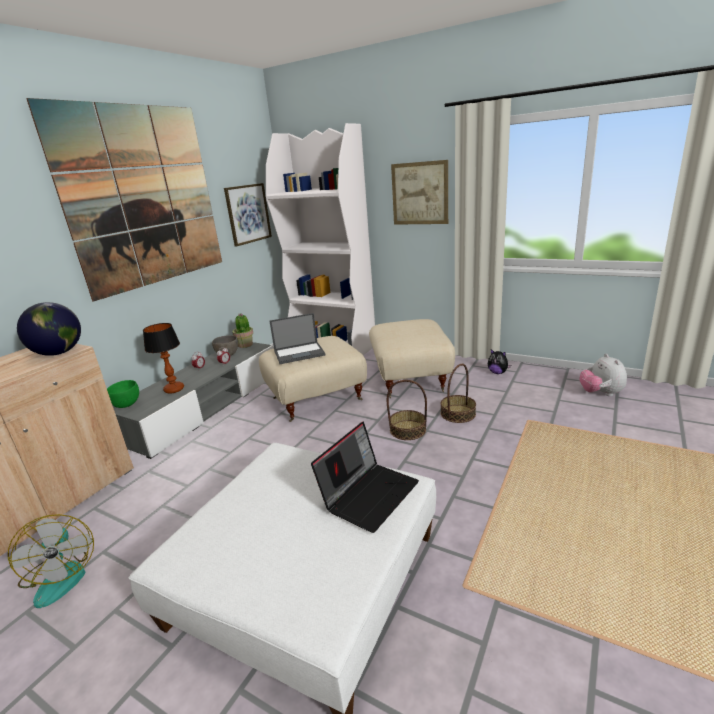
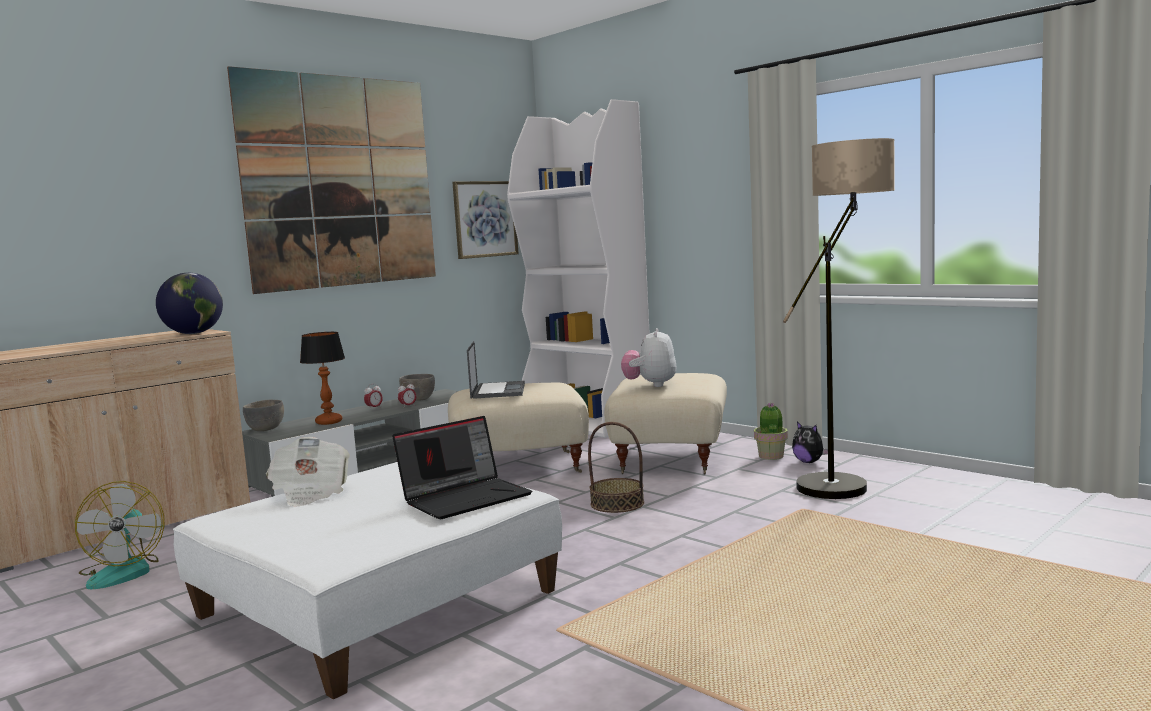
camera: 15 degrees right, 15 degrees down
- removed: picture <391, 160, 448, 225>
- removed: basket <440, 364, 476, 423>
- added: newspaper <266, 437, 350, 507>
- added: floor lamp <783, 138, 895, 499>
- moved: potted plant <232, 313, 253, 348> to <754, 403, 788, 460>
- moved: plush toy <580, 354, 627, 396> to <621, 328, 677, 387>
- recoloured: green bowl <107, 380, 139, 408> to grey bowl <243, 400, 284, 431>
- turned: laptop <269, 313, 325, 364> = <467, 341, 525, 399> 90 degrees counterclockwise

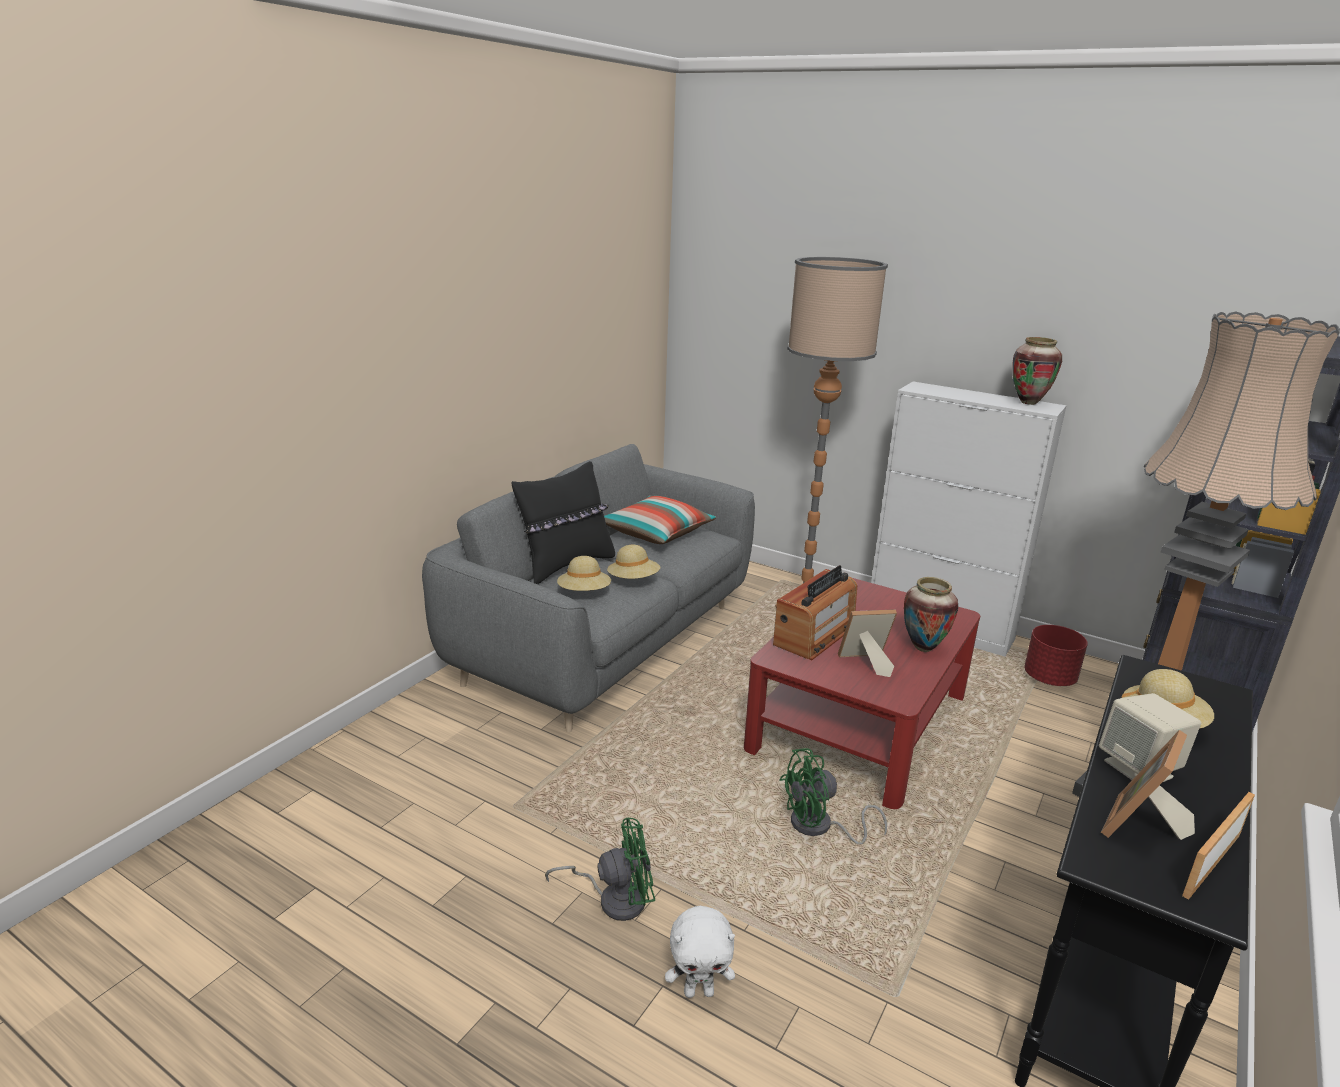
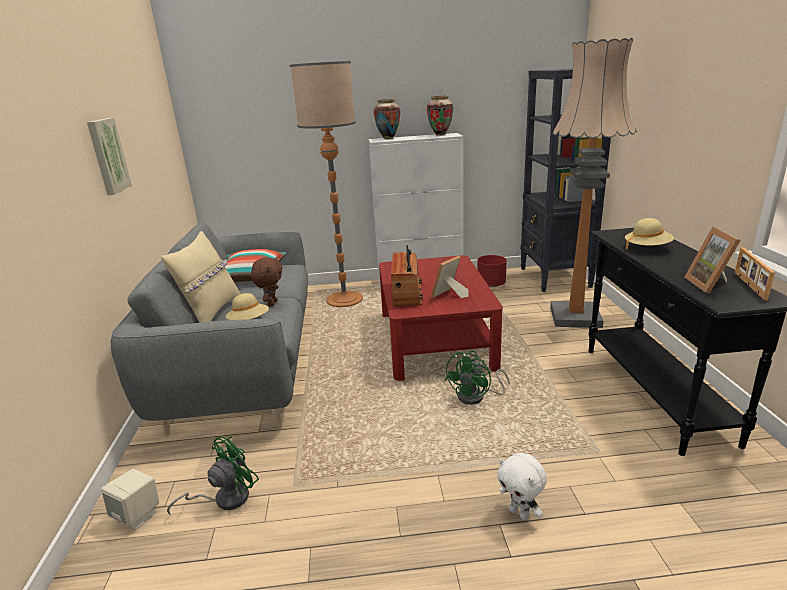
camera: 35 degrees left, 0 degrees up
- added: picture <87, 118, 132, 195>
- moved: green fan <545, 817, 655, 921> to <167, 436, 259, 515>
- moved: vase <904, 577, 958, 652> to <374, 99, 400, 139>
- moved: beige speaker <1099, 693, 1201, 782> to <101, 469, 159, 530>
- replaced: beige hat <607, 545, 661, 579> to brown plush toy <251, 256, 283, 307>
- recoloured: black pillow <511, 461, 615, 584> to beige pillow <161, 231, 240, 323>
- turned: white plush toy <665, 906, 735, 998> = <497, 453, 547, 521> 90 degrees clockwise

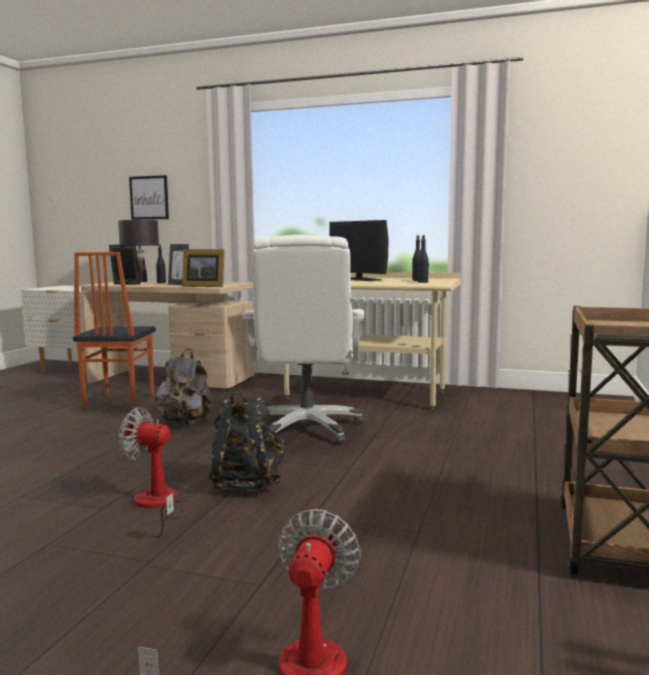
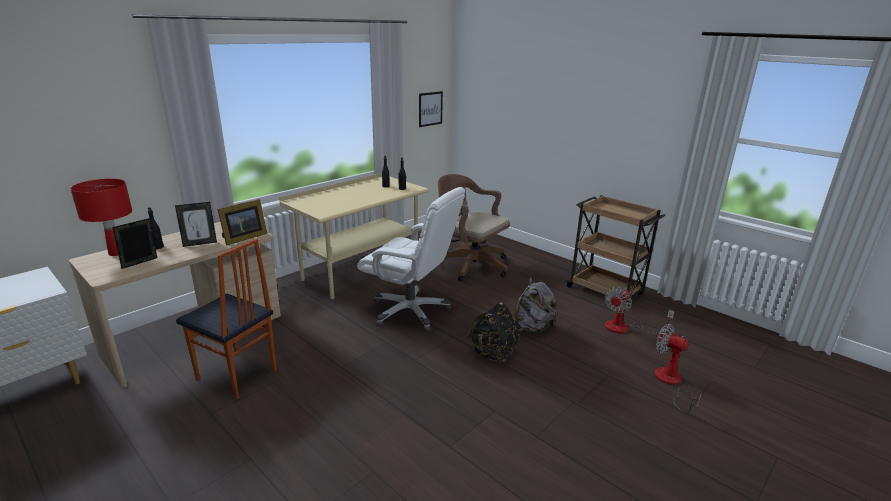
camera: 65 degrees left, 15 degrees up
- removed: monitor <330, 220, 388, 281>
- added: brown office chair <438, 174, 510, 281>
- moved: fan <118, 407, 185, 538> to <605, 287, 675, 334>
- moved: picture <129, 175, 169, 220> to <419, 91, 443, 127>
- moved: grey backpack <156, 349, 213, 424> to <513, 277, 557, 334>
- recoloured: black table lamp <118, 220, 159, 282> to red table lamp <71, 179, 132, 256>

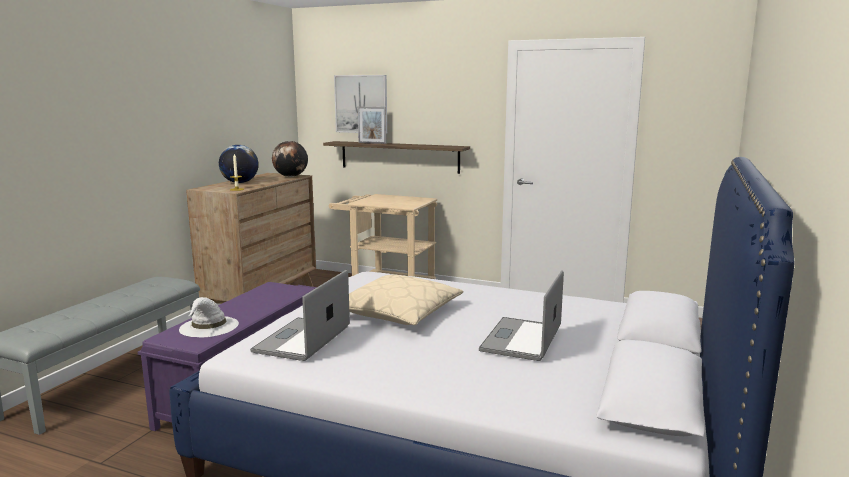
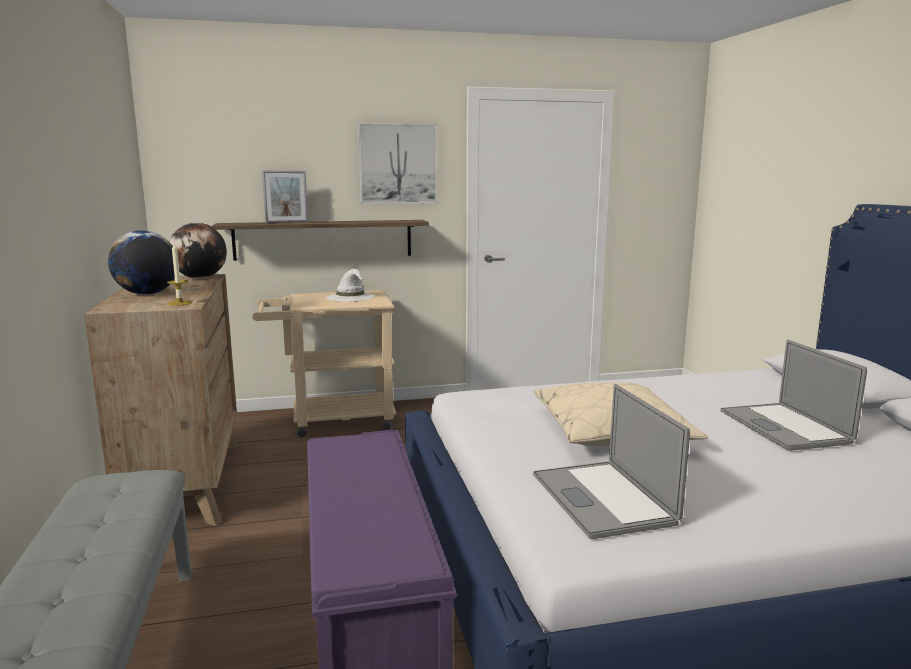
camera: 35 degrees left, 0 degrees up
- moved: white hat <179, 297, 239, 337> to <326, 269, 375, 302>
- moved: picture <334, 75, 387, 134> to <358, 123, 438, 204>

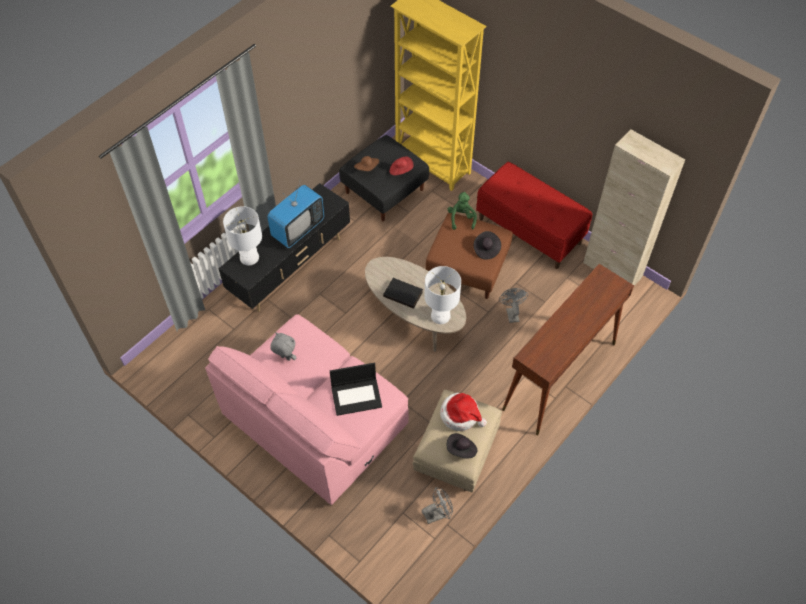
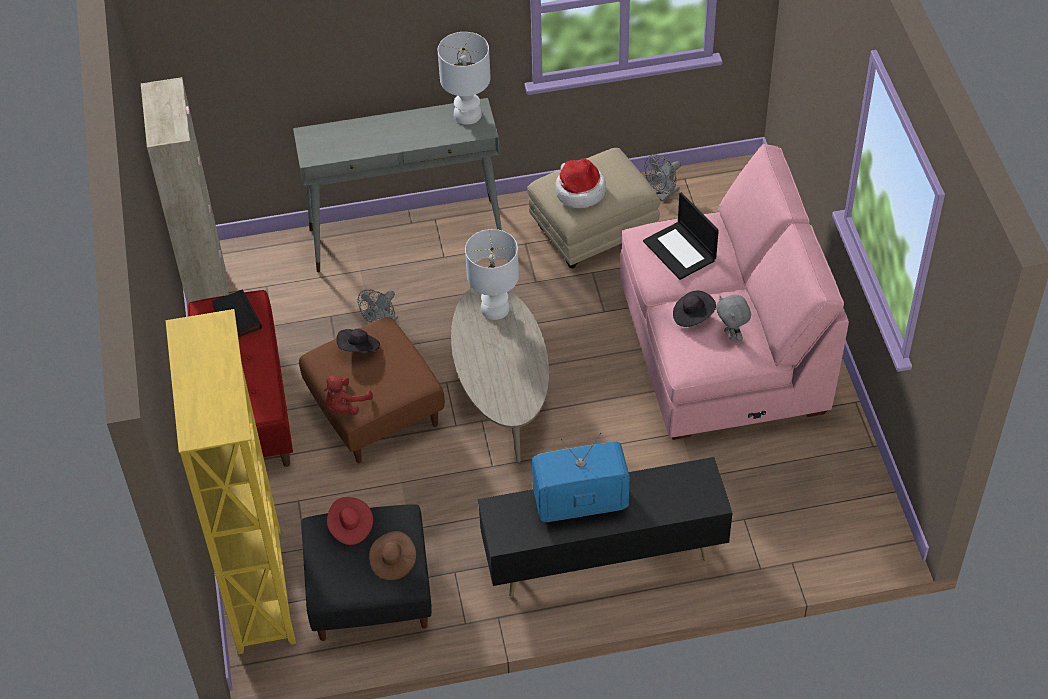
camera: 140 degrees left, 5 degrees down
- moved: white table lamp <223, 206, 262, 265> to <438, 32, 491, 125>
- moved: black book <383, 278, 423, 309> to <212, 290, 262, 337>
- moved: black hat <447, 433, 477, 459> to <673, 290, 716, 327>
- recoloured: green plush toy <447, 192, 477, 230> to red plush toy <324, 375, 373, 415>
- recoloured: brown console table <502, 264, 634, 435> to grey console table <293, 98, 502, 272>
- turned: laptop <330, 363, 382, 416> = <643, 193, 719, 280> 150 degrees counterclockwise
- turned: grey fan <422, 487, 453, 524> = <645, 154, 681, 202> 60 degrees counterclockwise

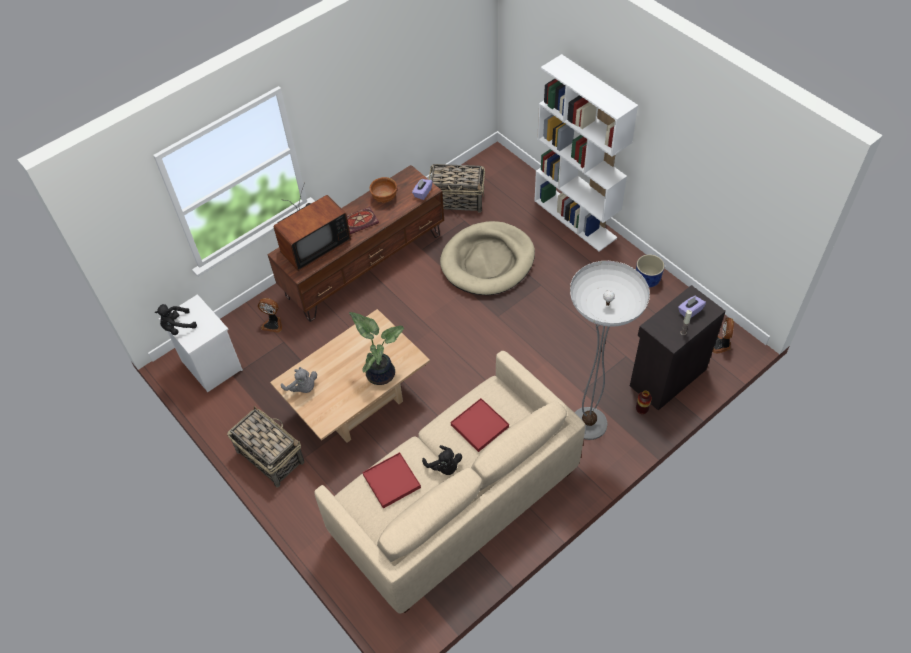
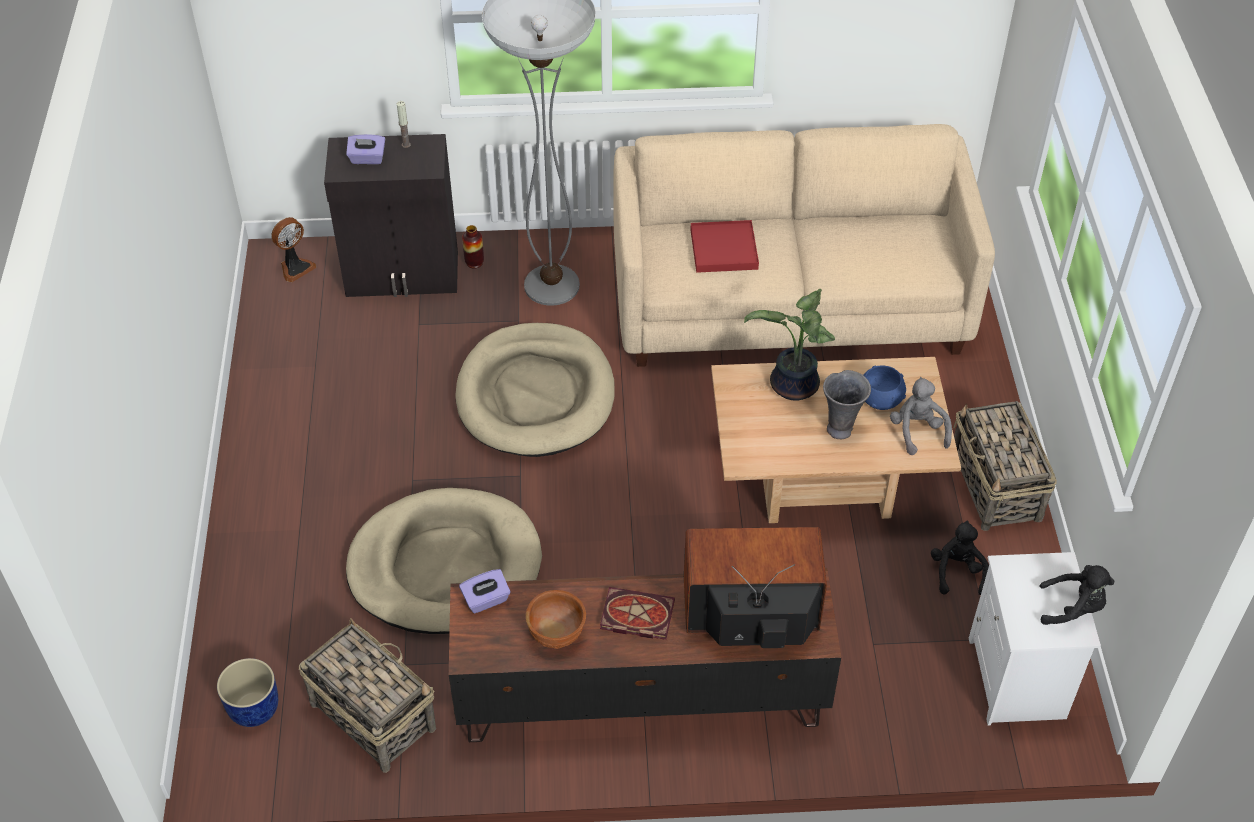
camera: 145 degrees left, 5 degrees down
- removed: fan <258, 298, 282, 333>
- removed: red tray <362, 452, 421, 508>
- removed: white bookcase <534, 54, 638, 252>
- added: beige dog bed <455, 323, 615, 457>
- added: grey vase <823, 370, 871, 439>
- added: blue bowl <864, 365, 906, 410>
- moved: black plush toy <422, 445, 462, 475> to <931, 521, 989, 595>
- moved: blue planter <636, 254, 665, 288> to <217, 658, 278, 727>

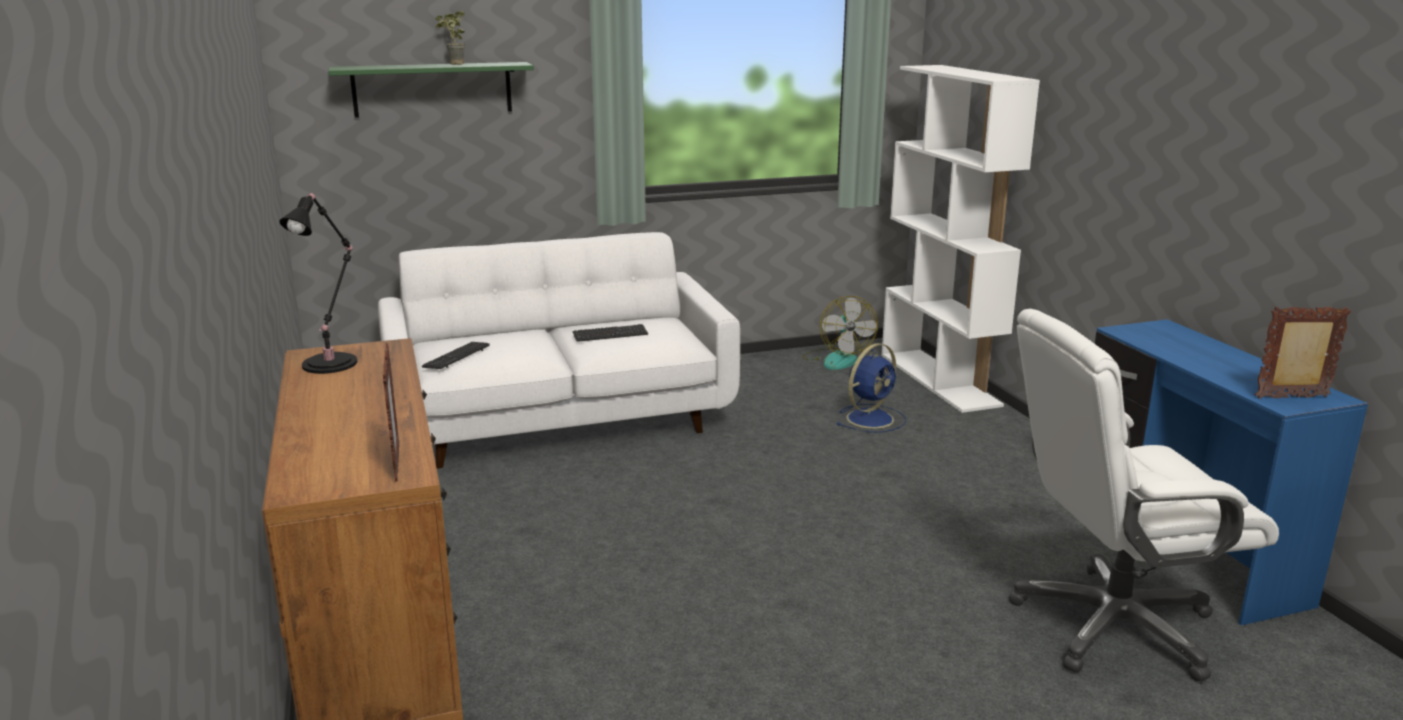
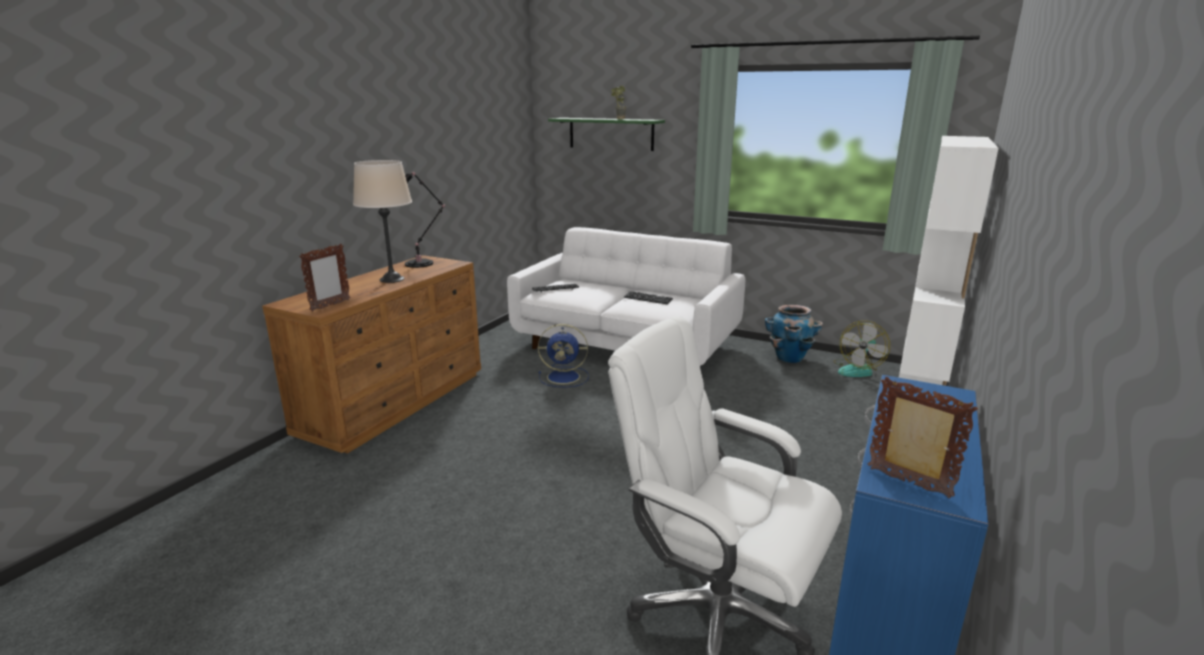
camera: 45 degrees right, 0 degrees up
- added: beige table lamp <353, 160, 412, 283>
- added: planter <765, 305, 823, 363>
- moved: blue fan <836, 343, 906, 433> to <538, 324, 589, 387>

